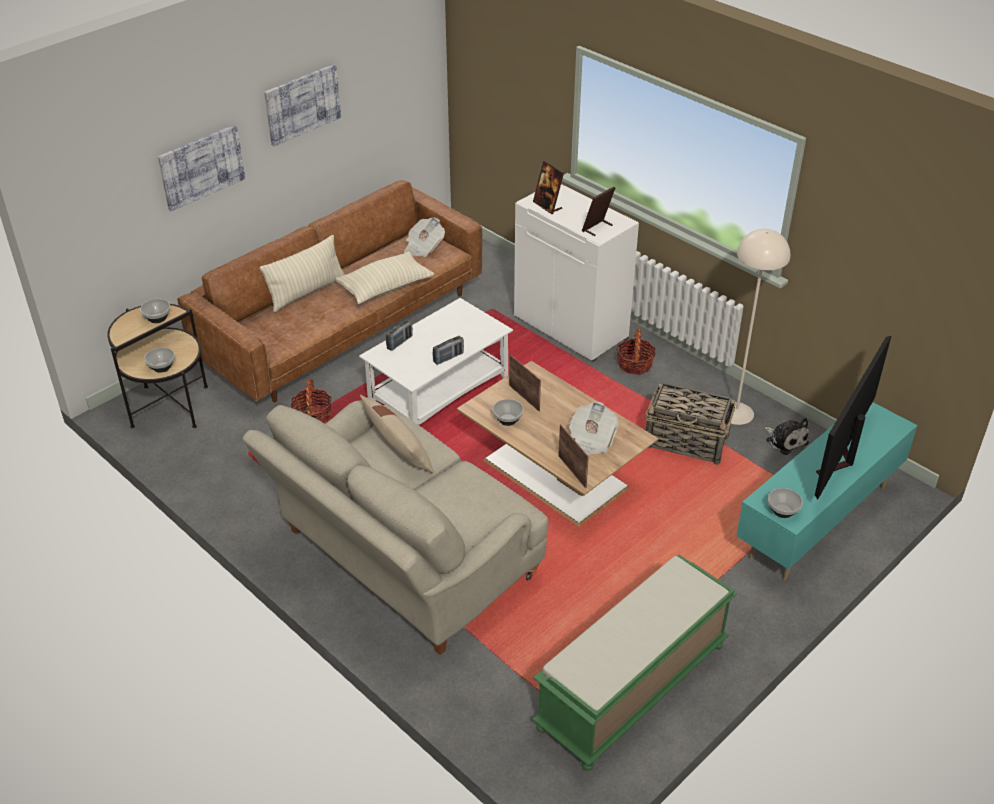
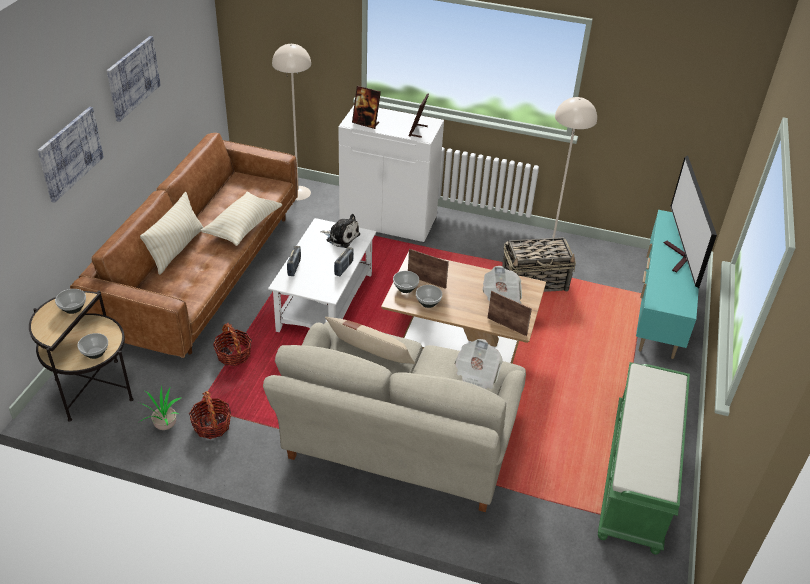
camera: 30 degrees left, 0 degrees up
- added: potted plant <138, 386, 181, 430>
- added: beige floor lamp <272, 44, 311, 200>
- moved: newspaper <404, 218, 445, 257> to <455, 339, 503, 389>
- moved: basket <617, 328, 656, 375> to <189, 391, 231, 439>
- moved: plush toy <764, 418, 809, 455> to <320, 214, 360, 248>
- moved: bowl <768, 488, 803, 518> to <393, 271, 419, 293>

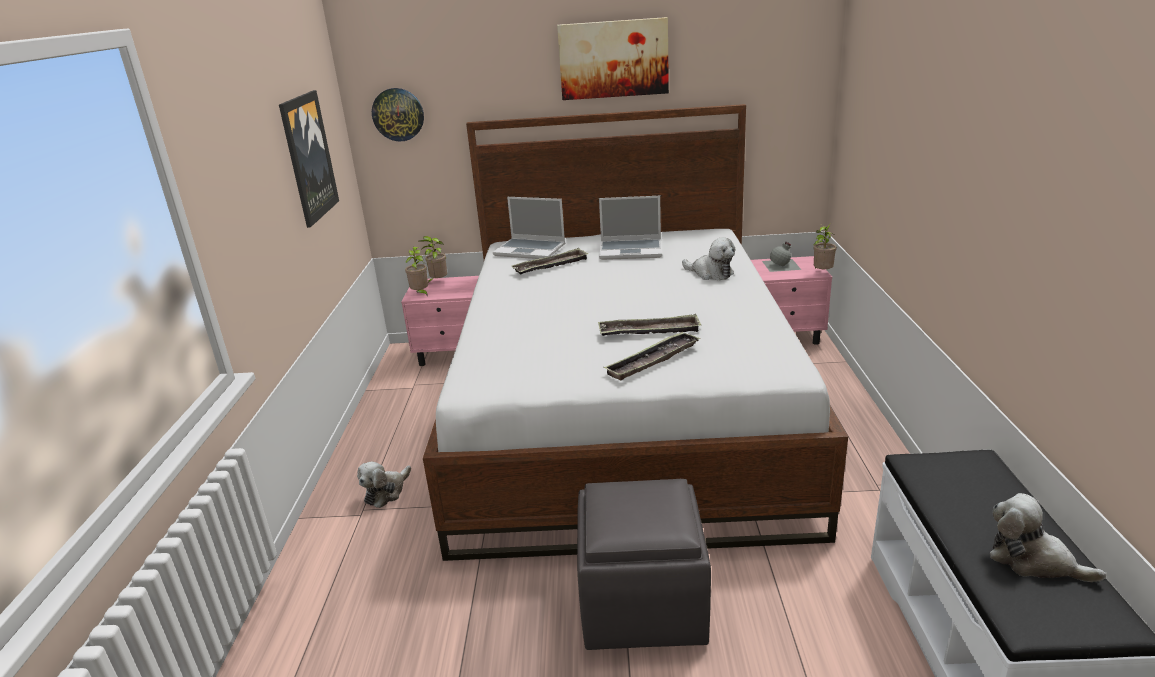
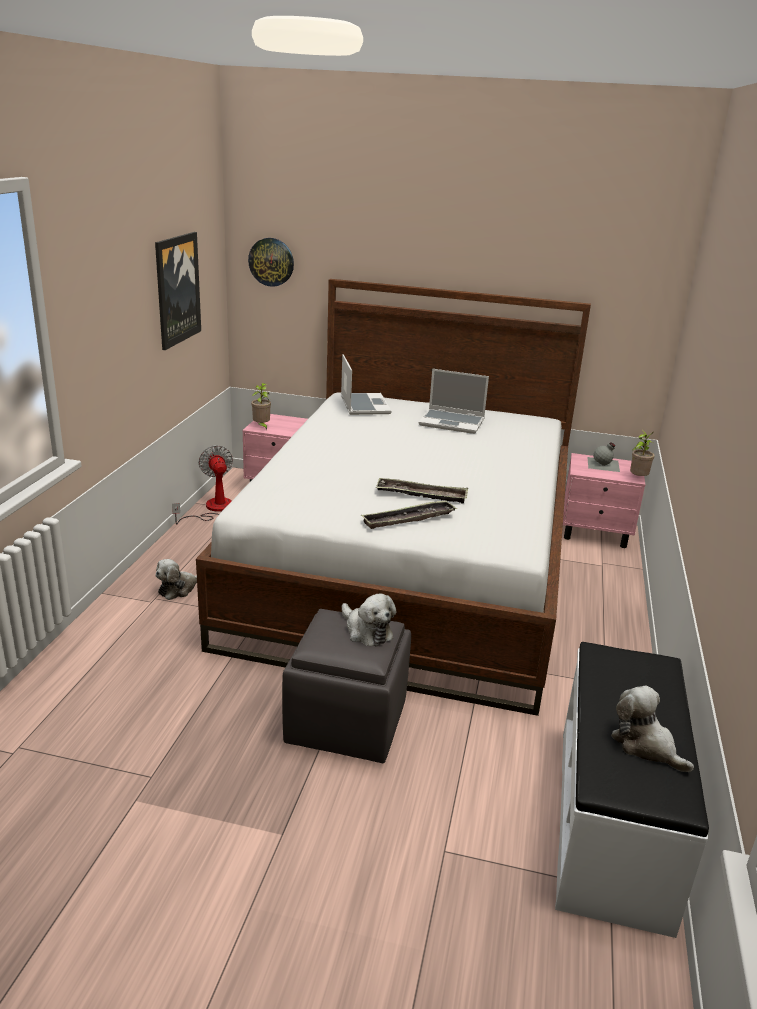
camera: 10 degrees right, 0 degrees up
- removed: potted plant <419, 236, 447, 283>
- removed: tray <511, 248, 589, 274>
- removed: picture <557, 17, 669, 100>
- added: fan <172, 445, 233, 525>
- moved: plush toy <682, 237, 736, 280> to <342, 594, 396, 647>
- turned: laptop <493, 197, 565, 259> = <341, 354, 392, 415> 135 degrees counterclockwise

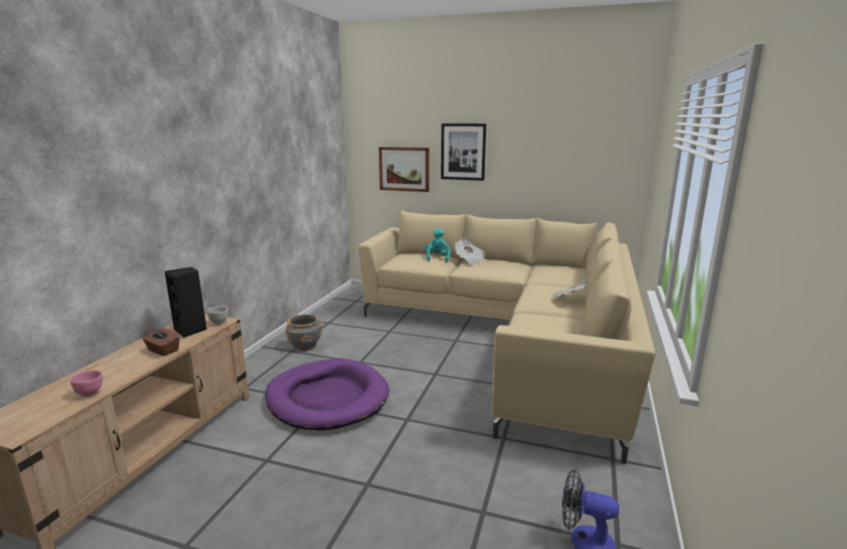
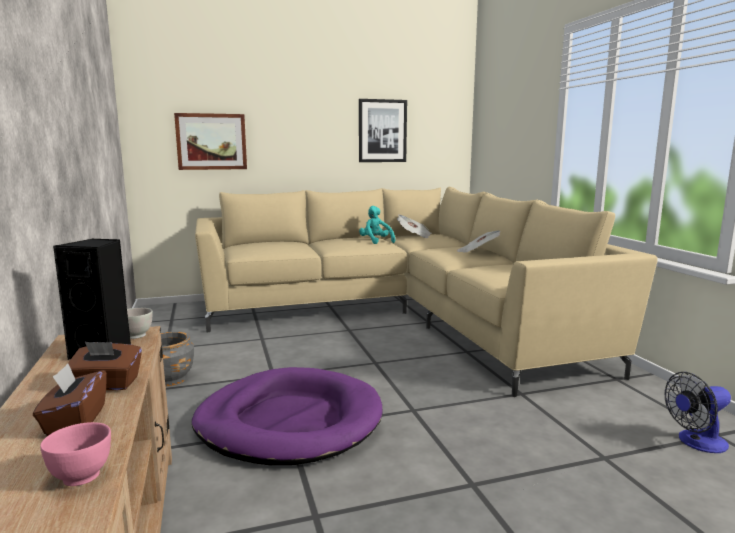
camera: 35 degrees left, 5 degrees down
- added: brown tissue box <33, 364, 107, 436>
- moved: turquoise plush toy <424, 228, 451, 262> to <359, 206, 395, 244>
- moved: picture <441, 123, 486, 181> to <359, 99, 407, 162>
- moved: newspaper <455, 238, 485, 264> to <397, 214, 432, 238>

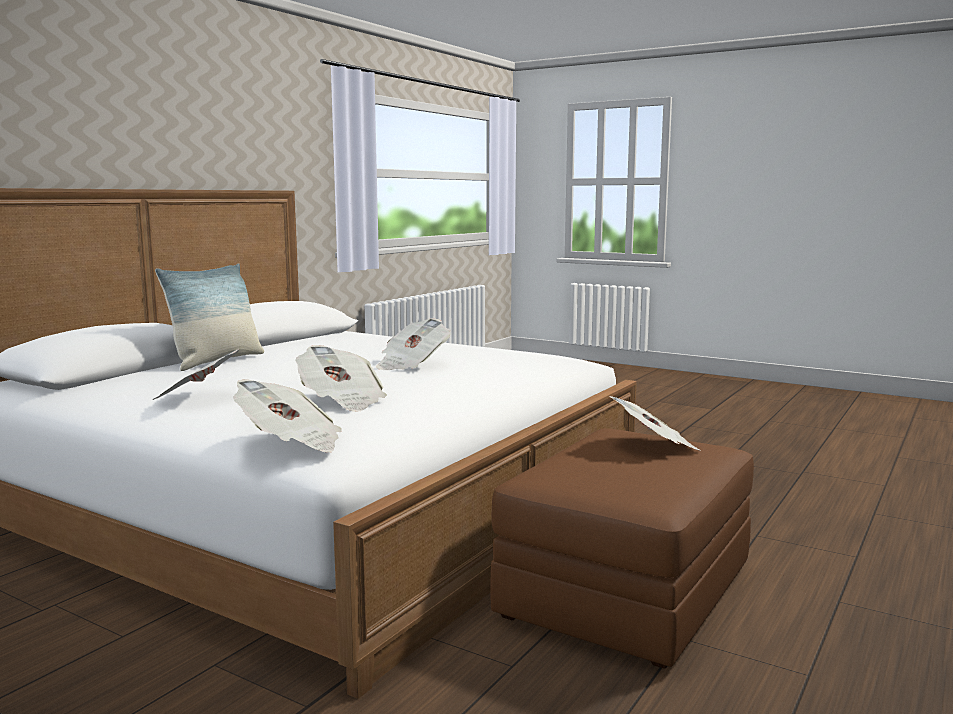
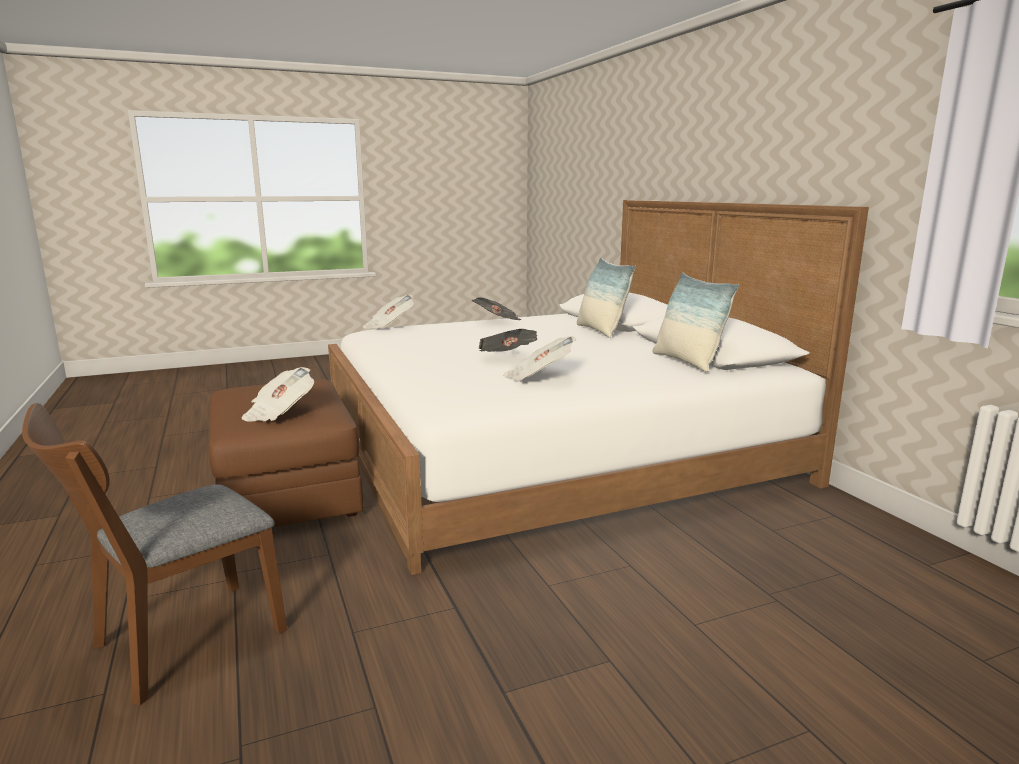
camera: 125 degrees right, 5 degrees up
- added: brown chair <22, 403, 287, 706>
- added: pillow <653, 272, 739, 372>
- moved: newspaper <295, 345, 387, 412> to <503, 336, 576, 381>

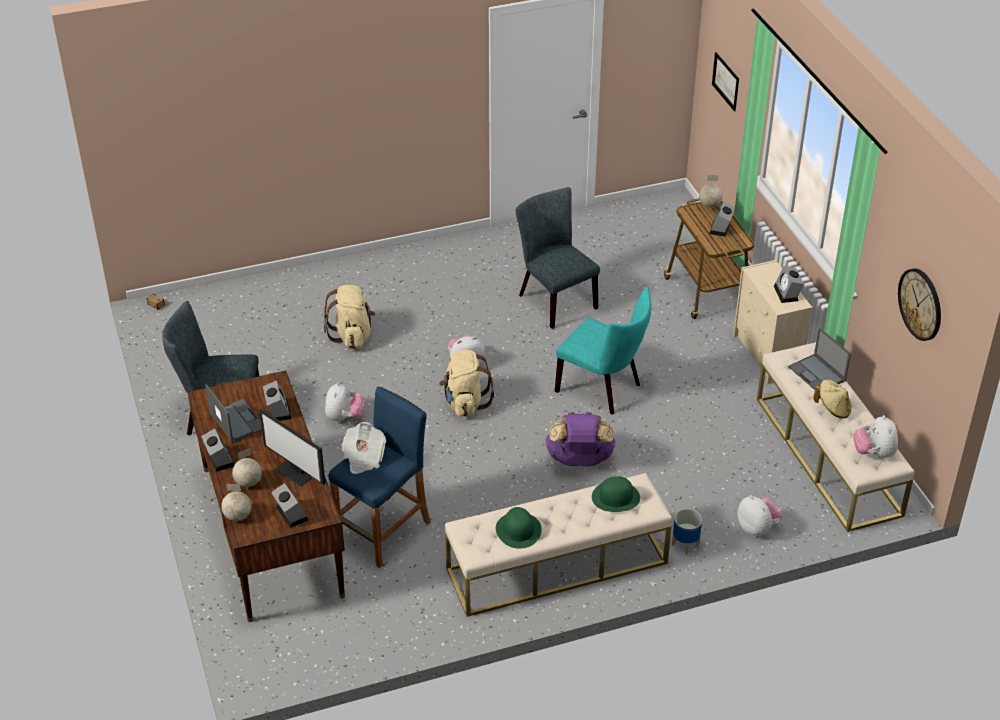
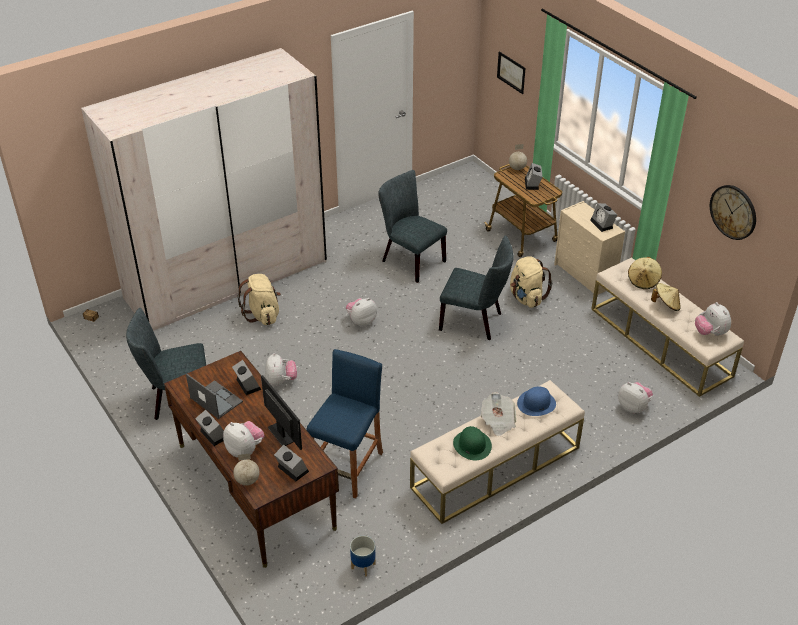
camera: 15 degrees left, 0 degrees up
- removed: purple backpack <545, 412, 615, 466>
- added: beige wardrobe <81, 48, 327, 331>
- moved: newspaper <341, 422, 386, 474> to <481, 392, 516, 436>
- moved: beige backpack <439, 350, 494, 417> to <510, 256, 553, 308>
- moved: planter <672, 509, 702, 555> to <350, 536, 376, 577>
- replaced: globe <232, 448, 262, 487> to plush toy <223, 421, 265, 458>
- replaced: laptop <788, 327, 851, 390> to beige hat <628, 257, 662, 289>
- recoloured: turquoise chair <555, 287, 651, 415> to grey chair <439, 235, 513, 340>
- recoloured: green hat <592, 476, 640, 512> to blue hat <517, 386, 556, 416>
- turned: monitor <259, 409, 325, 487> = <261, 375, 302, 450> 150 degrees counterclockwise

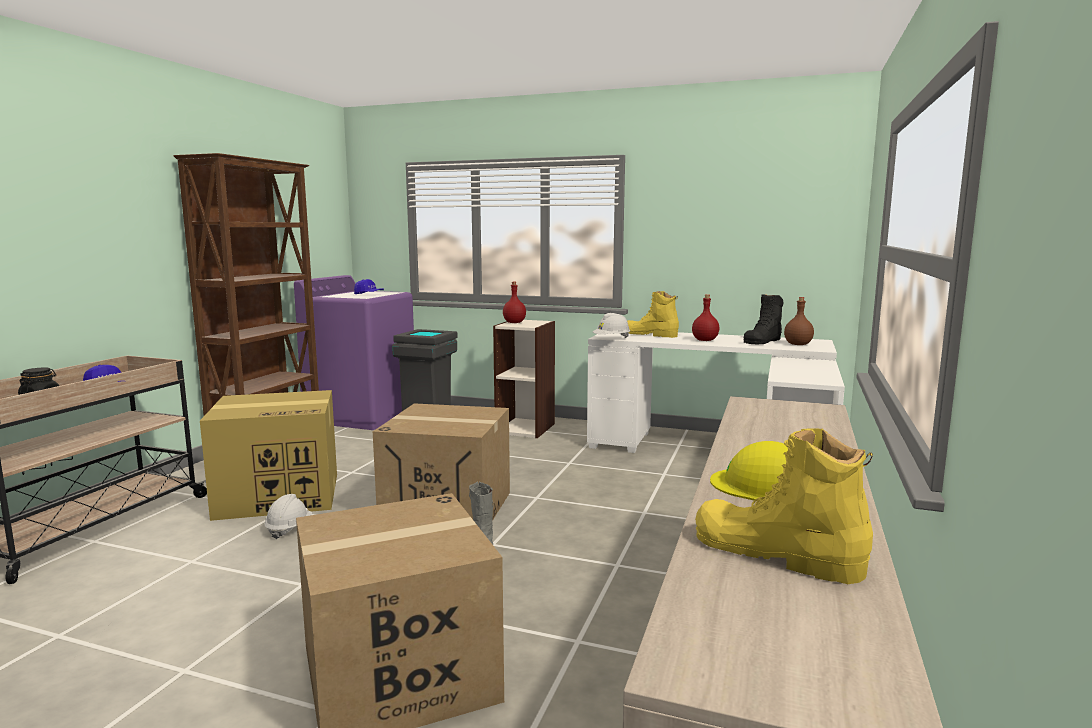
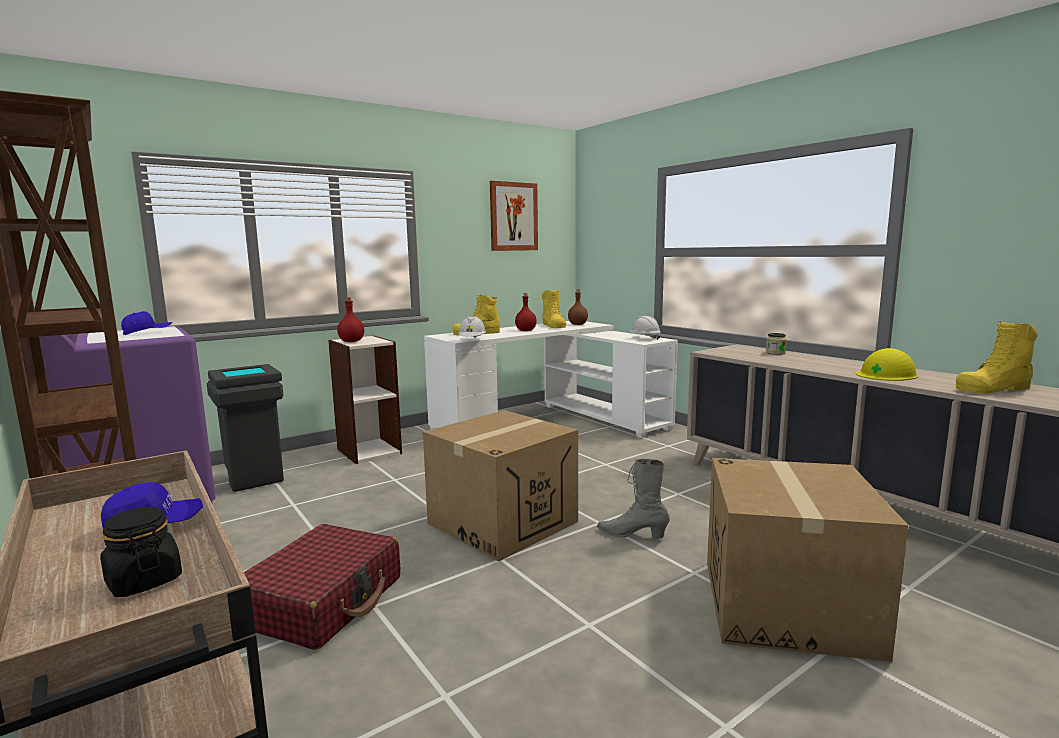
camera: 55 degrees left, 0 degrees up
- added: picture <490, 181, 538, 251>
- added: jar <766, 333, 787, 355>
- moved: white hard hat <265, 494, 312, 539> to <628, 316, 661, 340>
- replaced: cardboard box <200, 390, 337, 521> to red suitcase <244, 524, 400, 650>
- recoloured: black boot <744, 294, 784, 344> to yellow boot <542, 290, 566, 328>

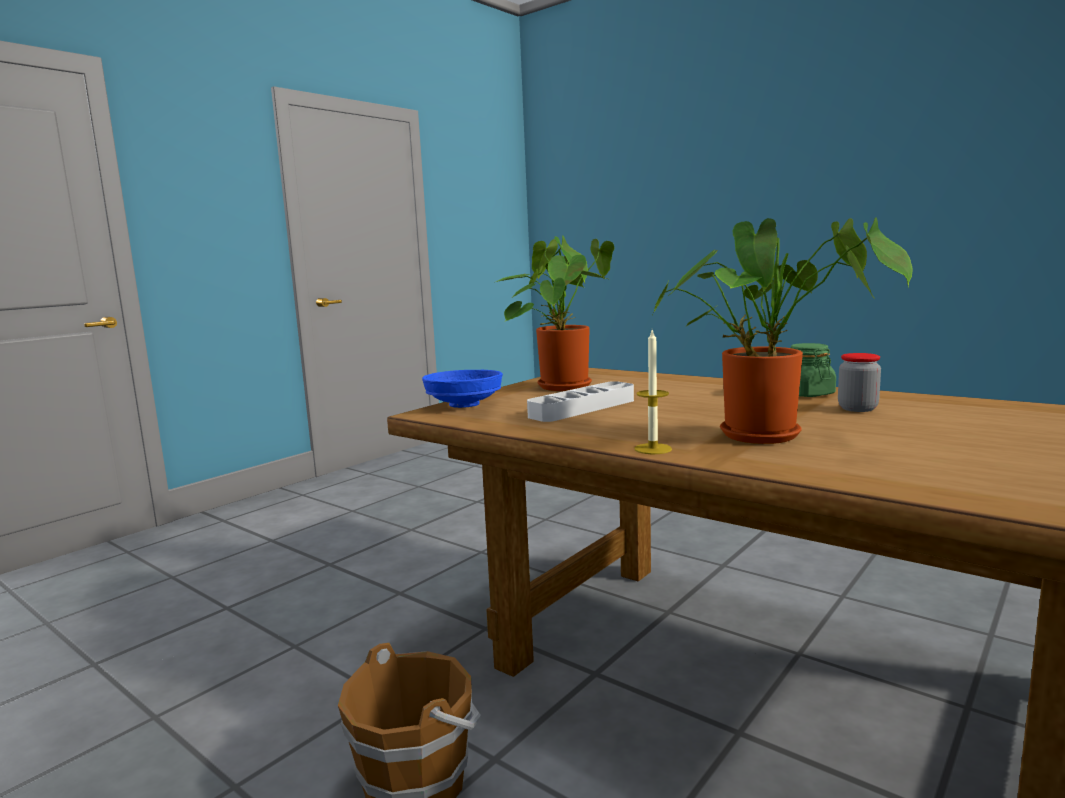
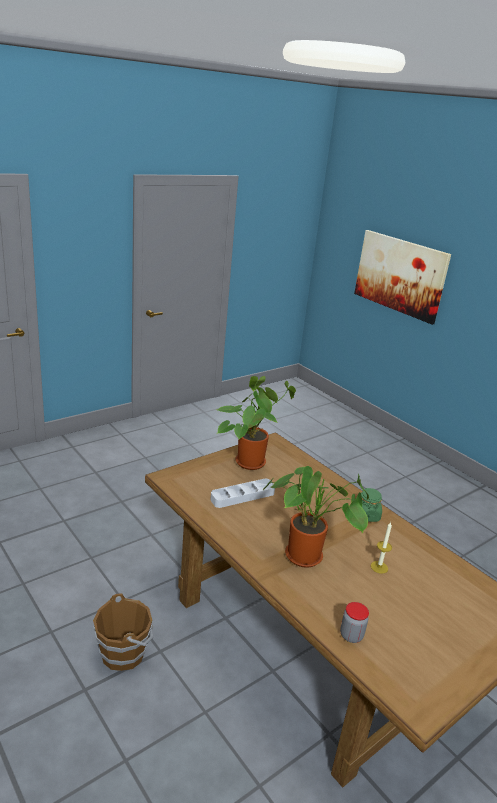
camera: 10 degrees right, 15 degrees up
- removed: blue bowl <422, 370, 503, 408>
- added: picture <354, 230, 451, 325>
- moved: candle <634, 330, 672, 454> to <371, 522, 392, 574>
- moved: jar <838, 353, 881, 412> to <340, 602, 369, 643>

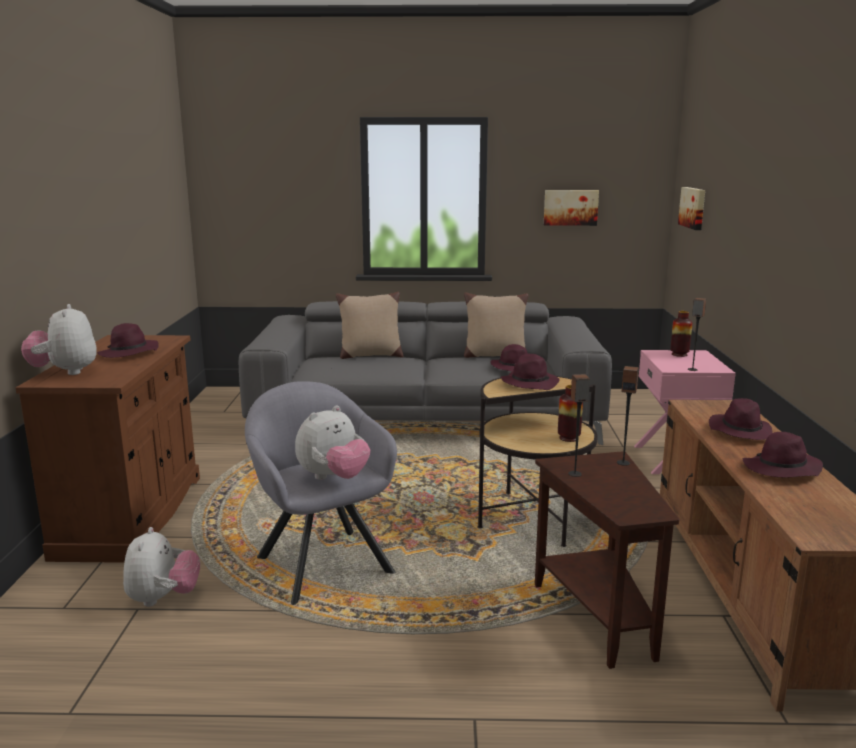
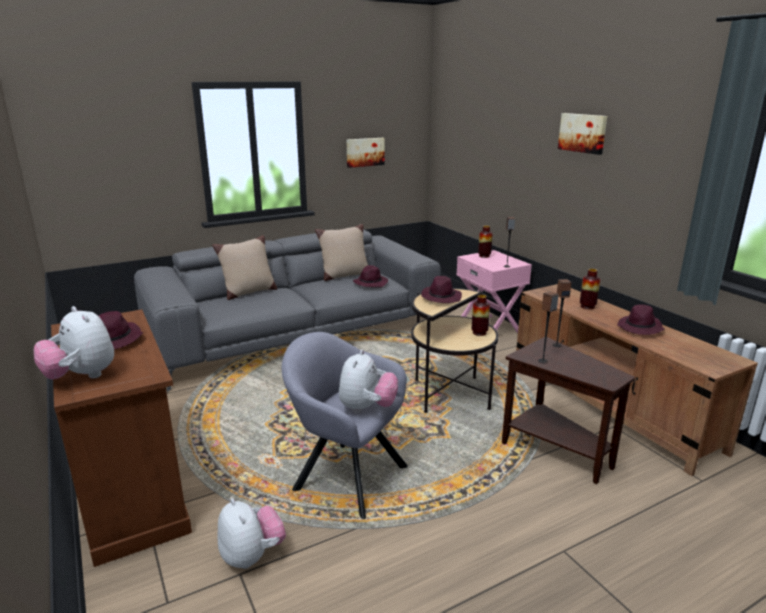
camera: 30 degrees left, 5 degrees up
- moved: picture <678, 187, 705, 230> to <558, 113, 607, 155>
- replaced: purple hat <709, 398, 773, 440> to vase <580, 269, 600, 309>

